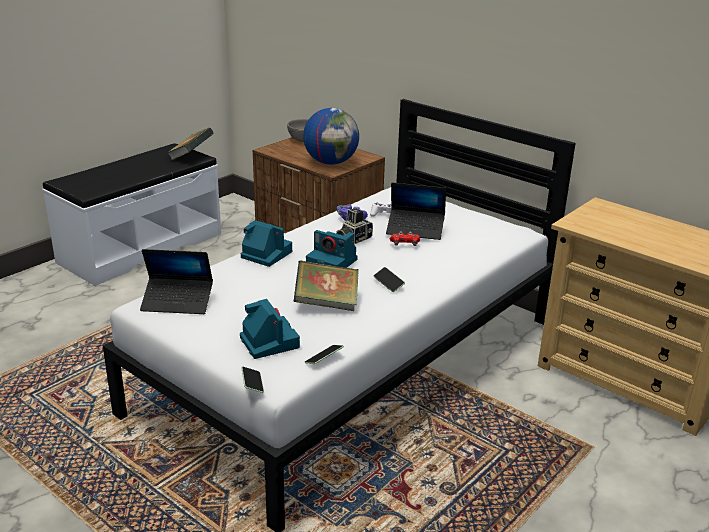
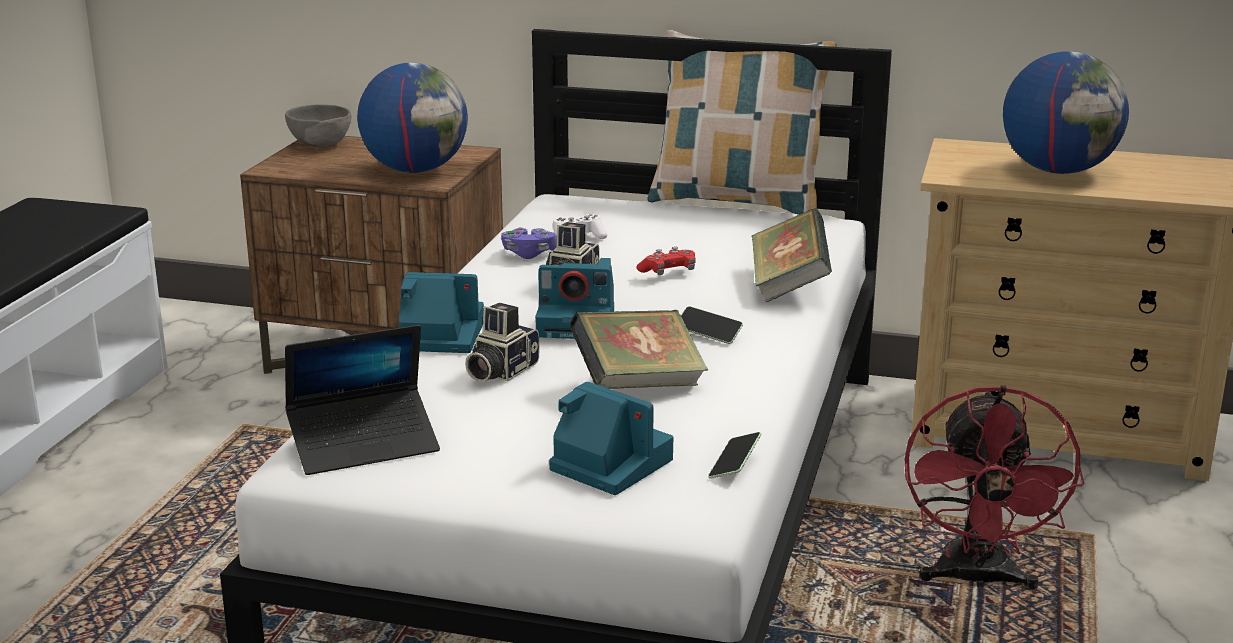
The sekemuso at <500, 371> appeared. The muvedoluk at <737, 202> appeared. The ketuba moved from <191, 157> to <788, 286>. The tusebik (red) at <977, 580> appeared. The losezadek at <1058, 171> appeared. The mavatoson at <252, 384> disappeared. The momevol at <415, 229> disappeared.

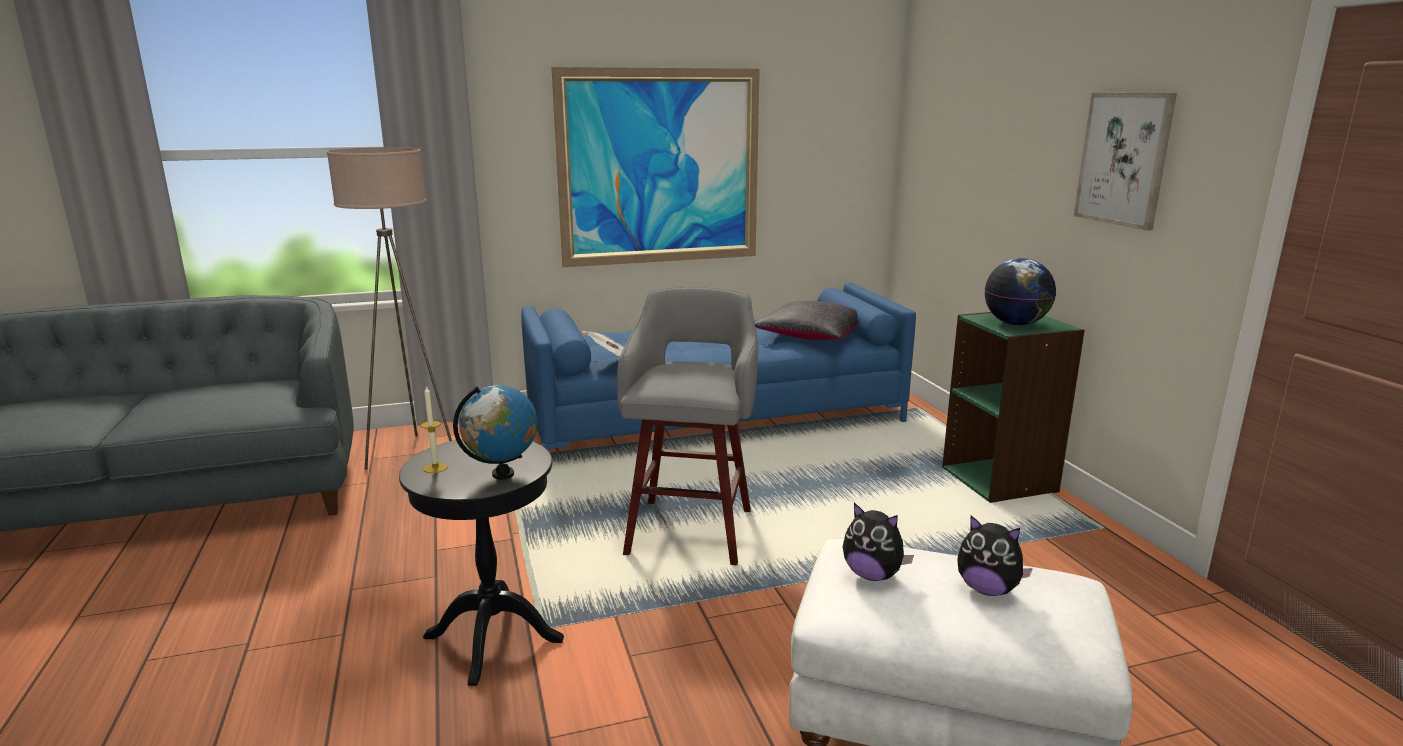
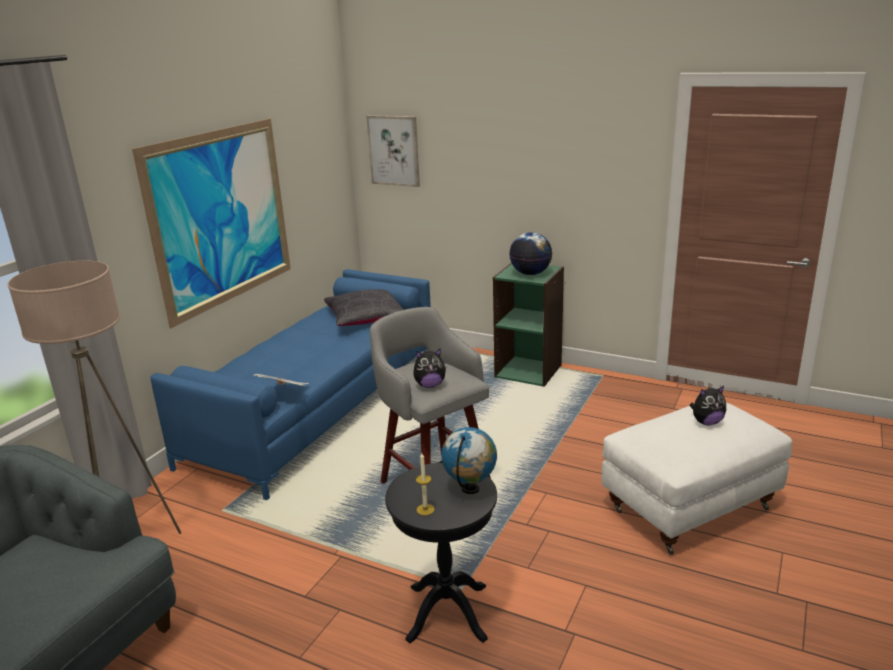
The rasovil moved from <1124, 159> to <394, 150>. The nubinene moved from <872, 575> to <430, 385>.

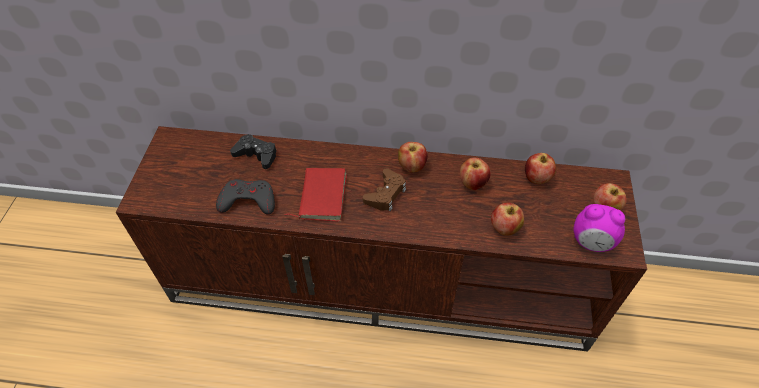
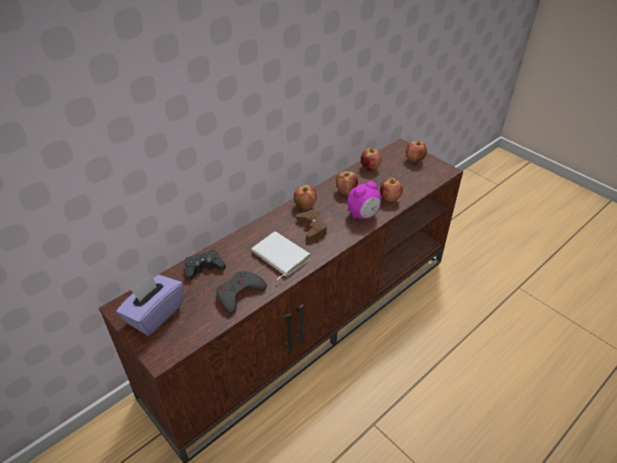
The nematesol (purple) at <154, 314> appeared. The ketuba (red) at <321, 196> became the ketuba (white) at <279, 257>. The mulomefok moved from <591, 242> to <363, 215>.

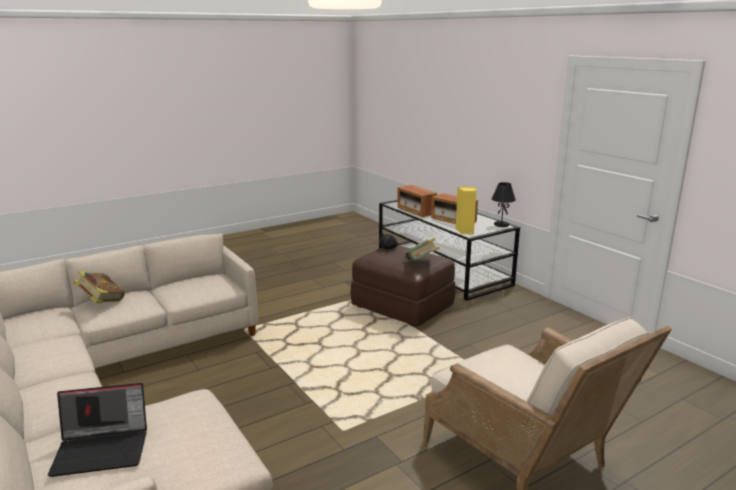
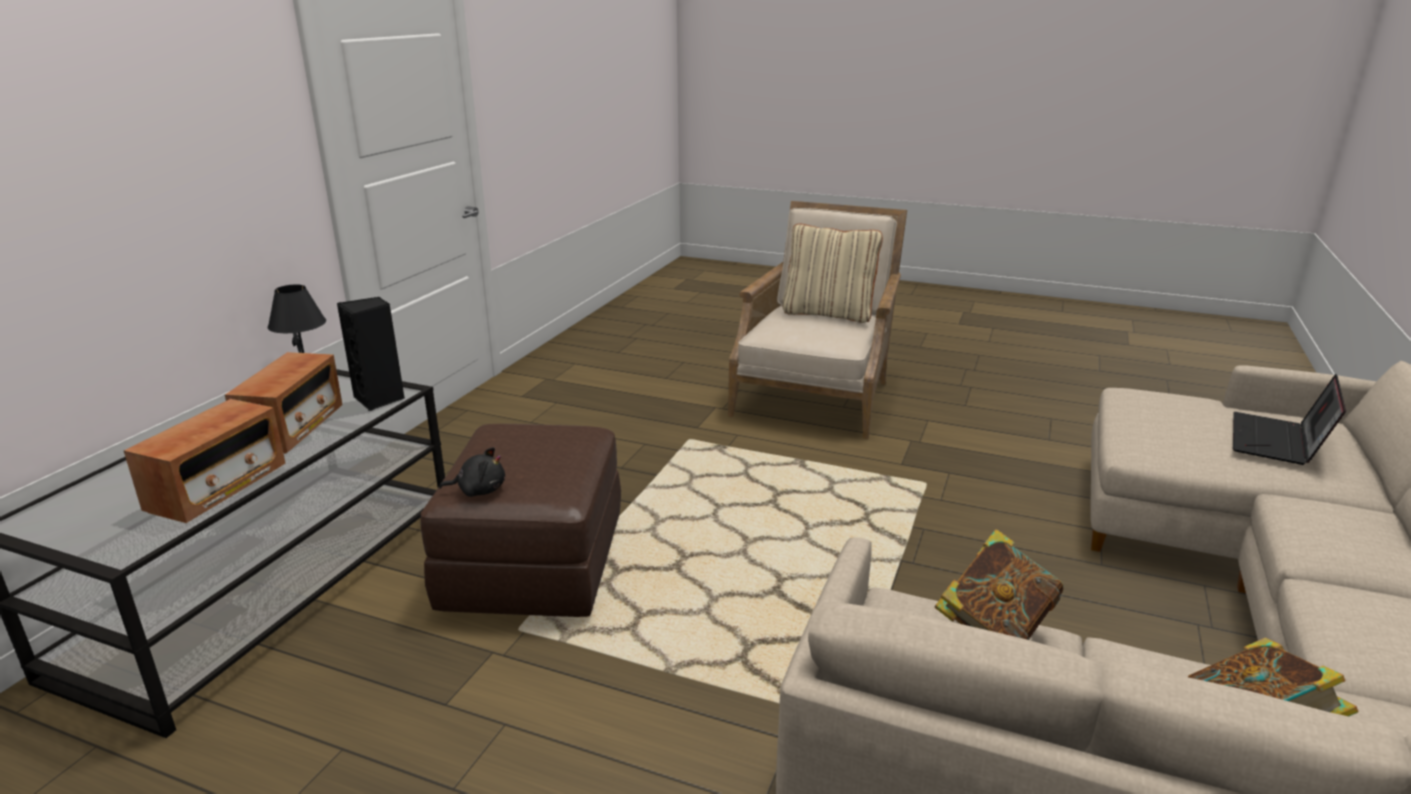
The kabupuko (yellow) at <465, 231> became the kabupuko (black) at <380, 399>. The muvedoluk (beige) at <828, 314> appeared. The ketuba moved from <421, 263> to <994, 628>. The momevol at <103, 449> turned 105 degrees counterclockwise.

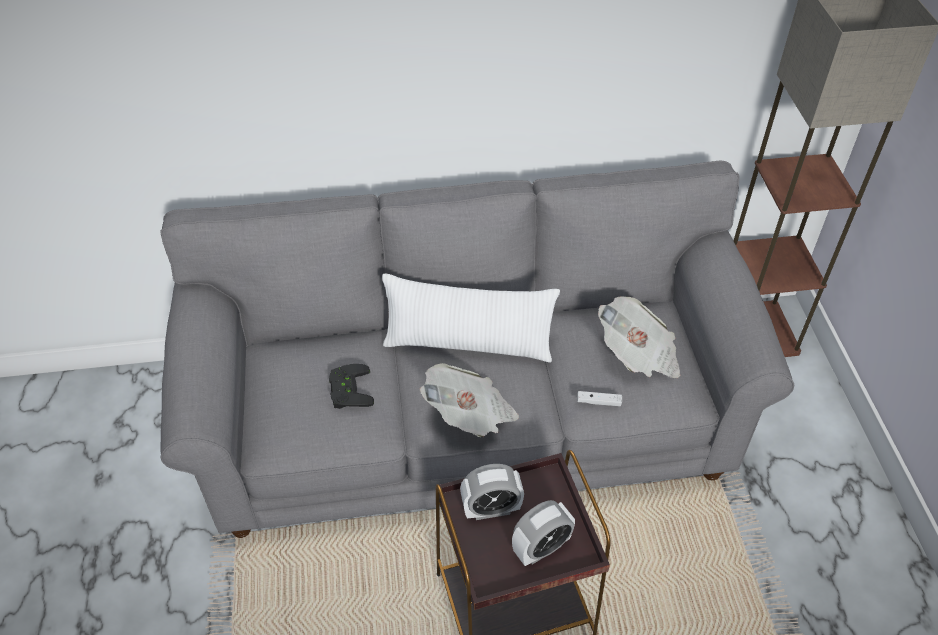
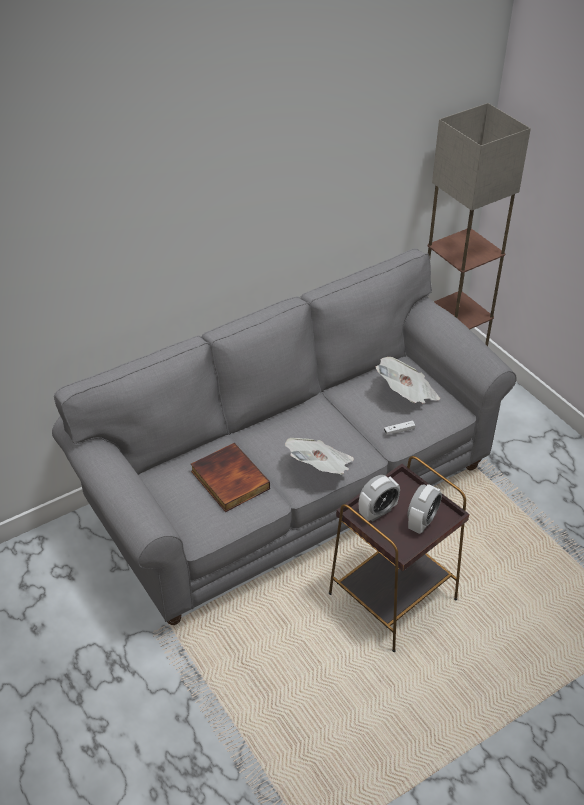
The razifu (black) at <347, 390> was replaced by the ketuba at <228, 480>. The muvedoluk (white) at <468, 344> disappeared.

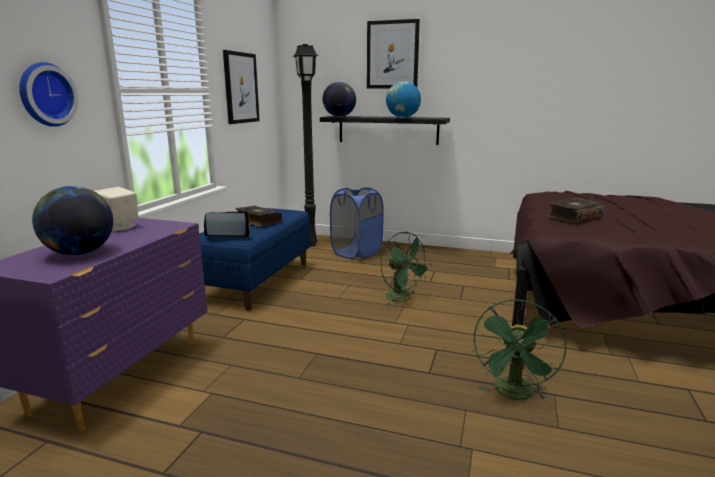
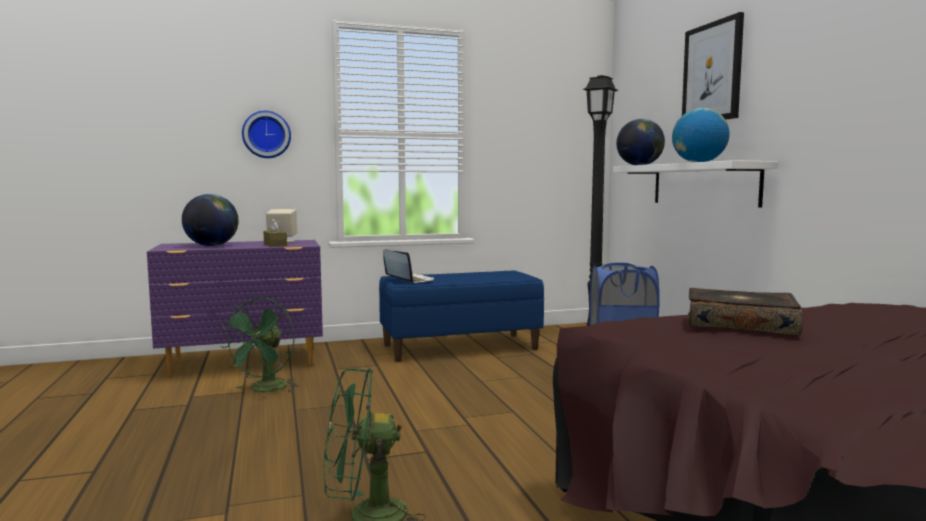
The tusebik (green) moved from <402, 298> to <265, 390>. The nematesol (brown) at <275, 245> appeared. The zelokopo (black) at <388, 130> became the zelokopo (white) at <703, 184>. The rasovil at <241, 88> disappeared. The ketuba at <258, 222> disappeared.

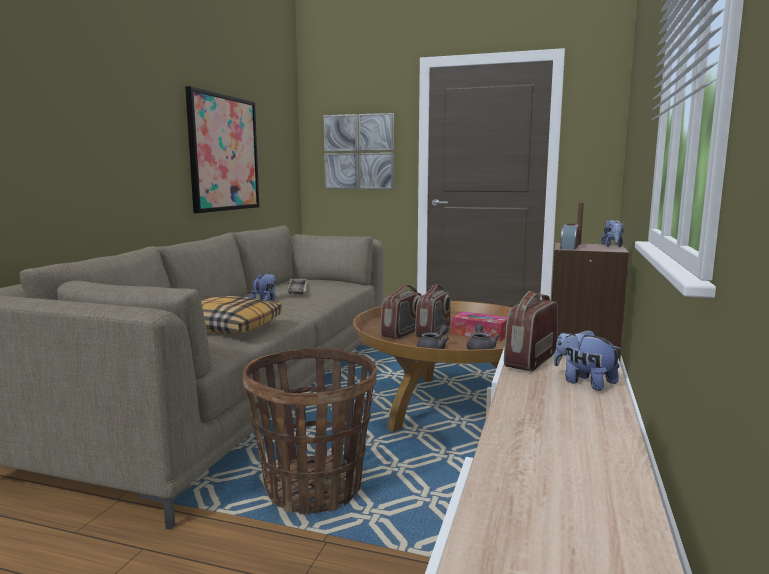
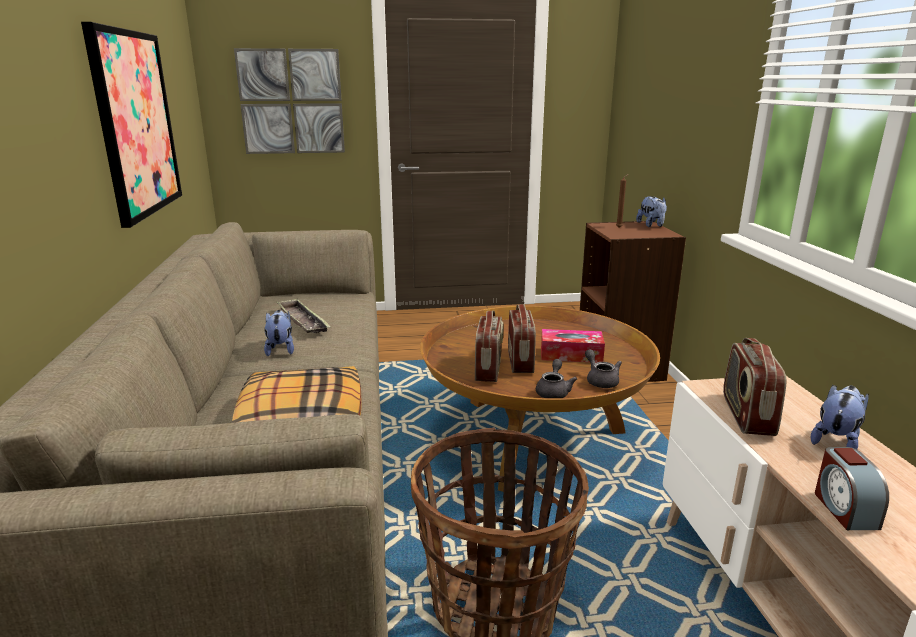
The nubinene at <584, 382> turned 105 degrees clockwise. The mulomefok moved from <569, 247> to <844, 509>.

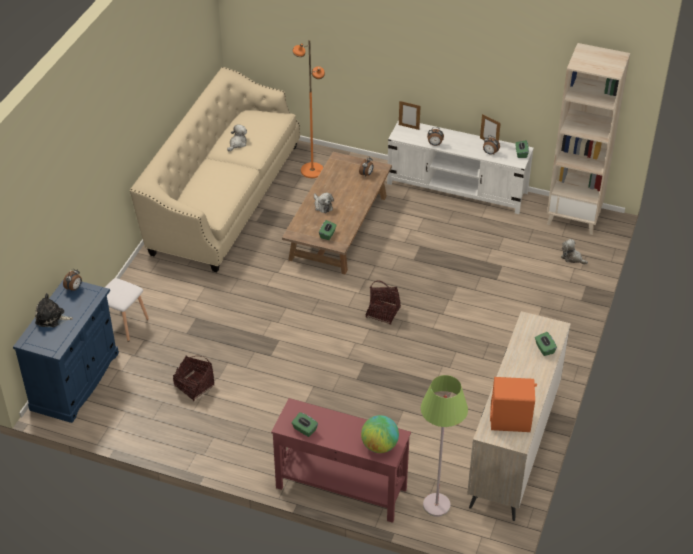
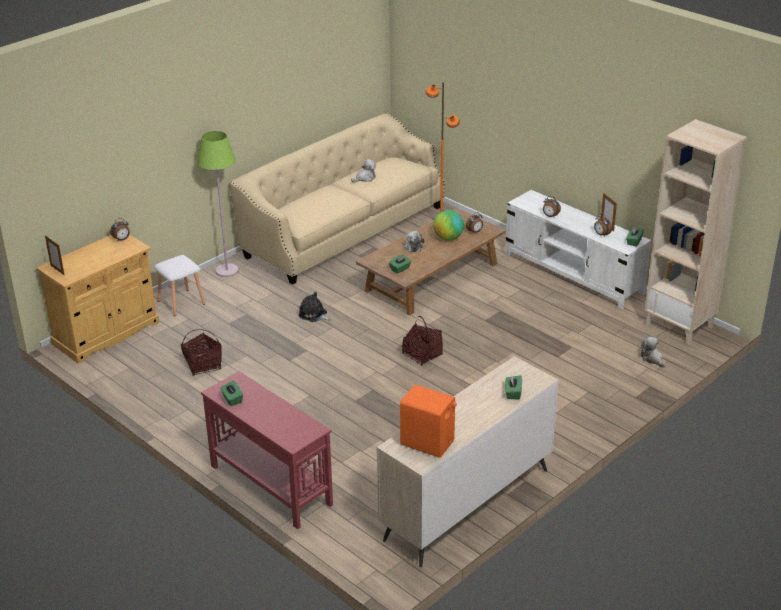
The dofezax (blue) at <75, 381> became the dofezax (beige) at <106, 333>. The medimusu moved from <409, 127> to <57, 270>. The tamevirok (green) moved from <436, 505> to <227, 271>. The nubinene moved from <52, 318> to <314, 315>. The losezadek moved from <379, 446> to <448, 238>.

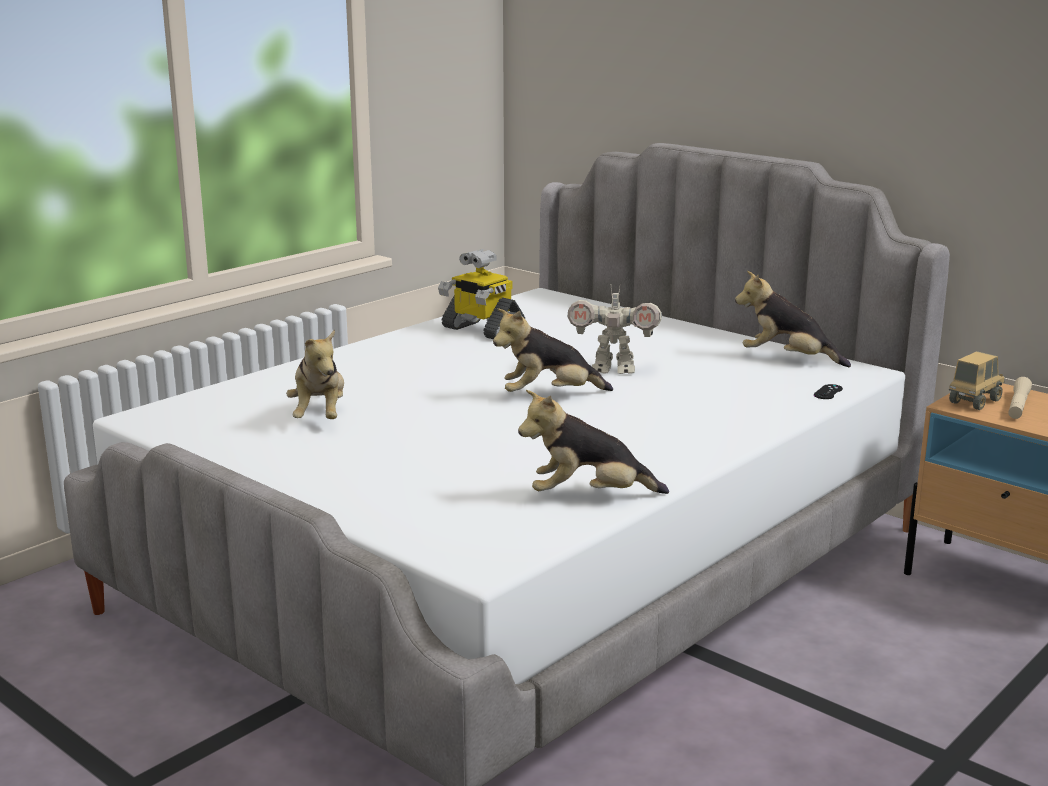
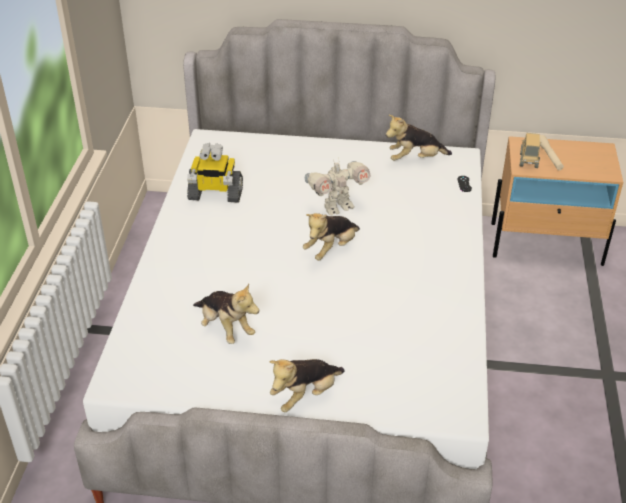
The nubinene moved from <588, 497> to <305, 395>.

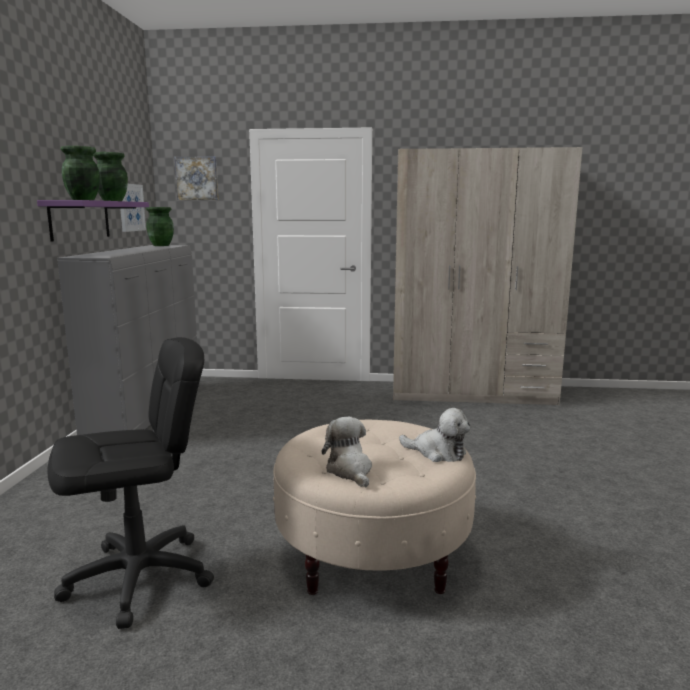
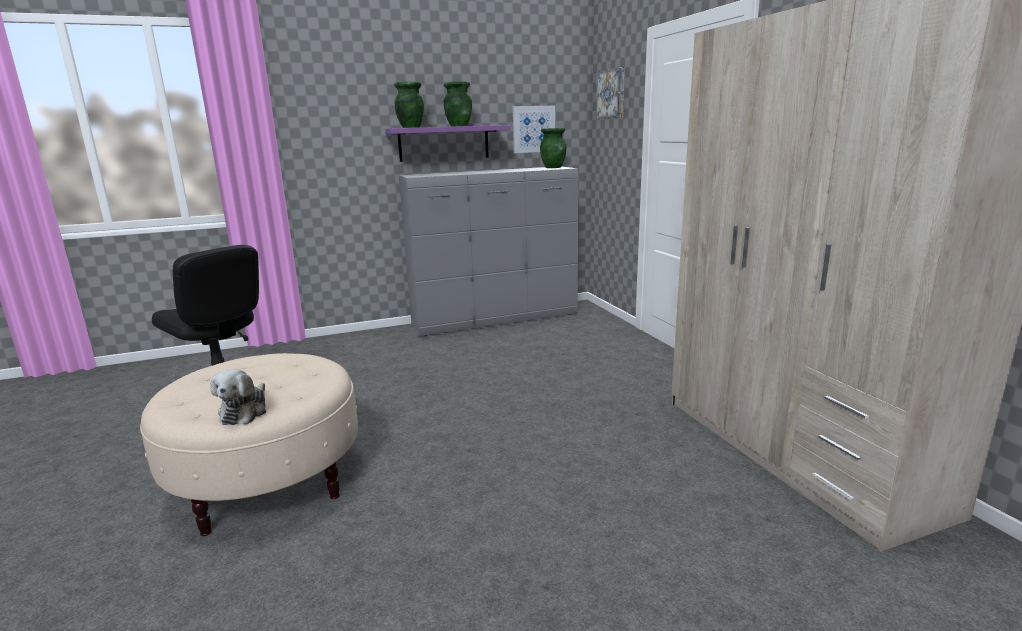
The nubinene at <350, 471> disappeared.

